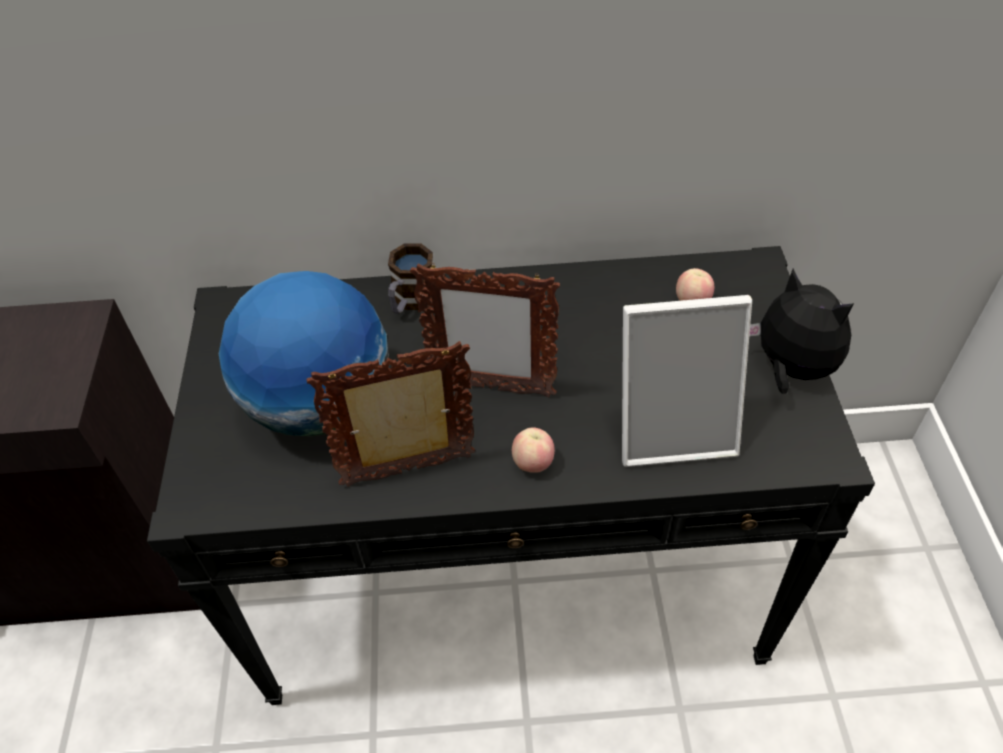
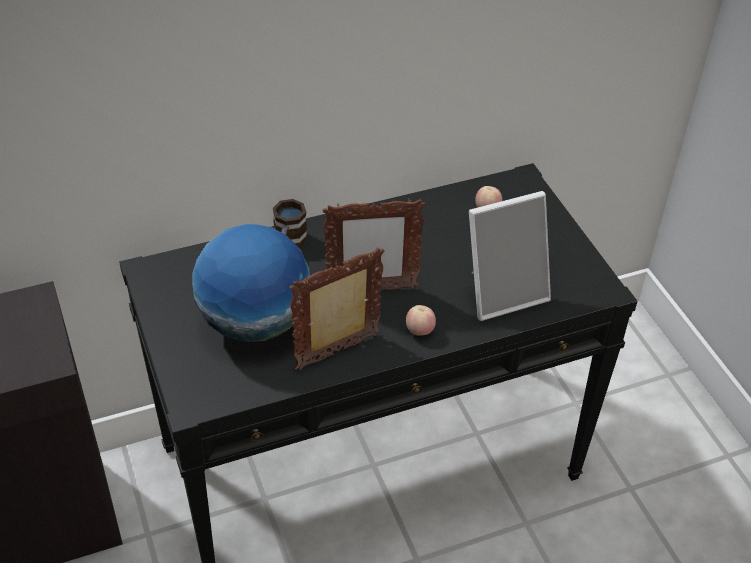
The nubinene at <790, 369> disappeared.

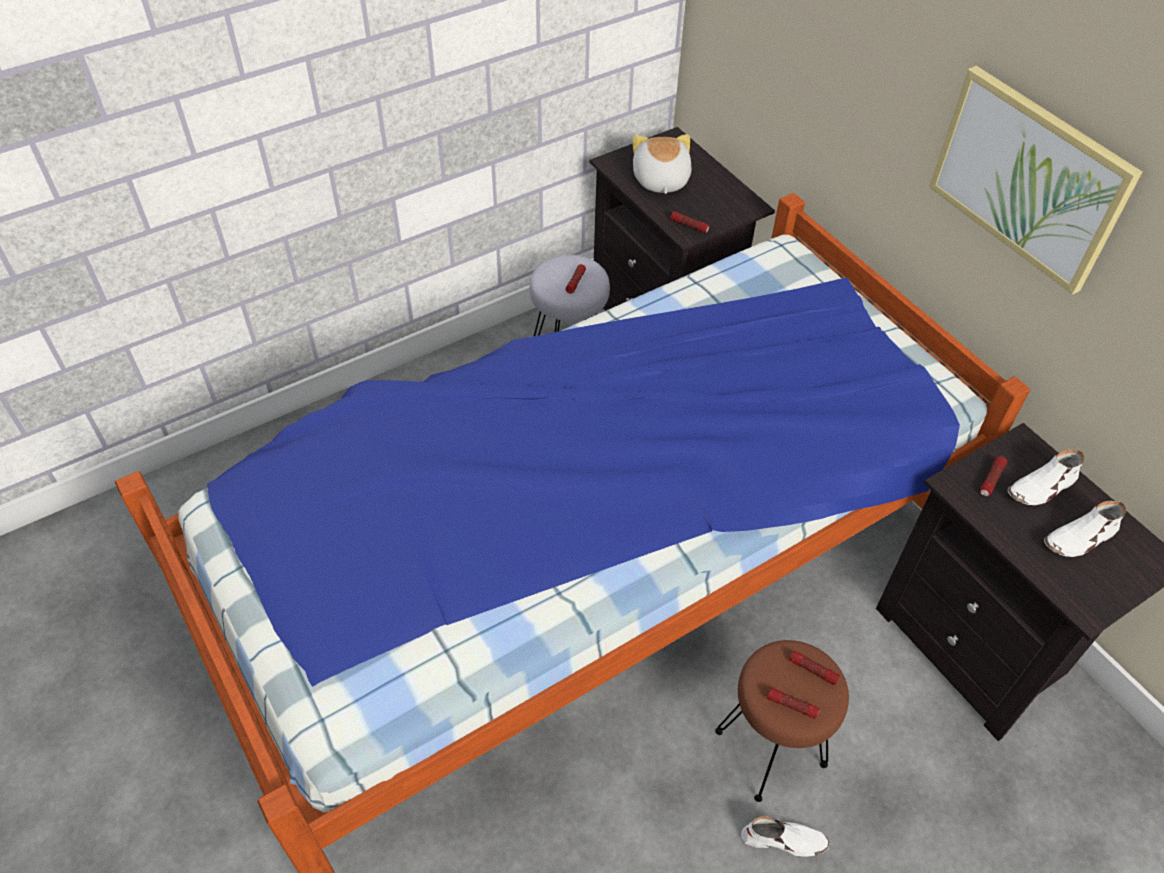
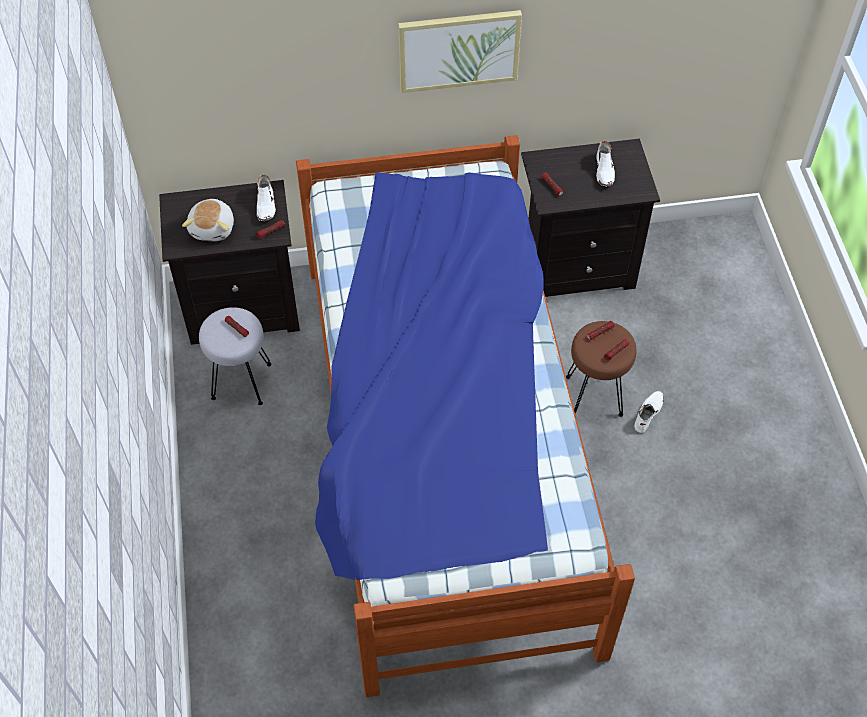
The nubinene at <660, 180> turned 105 degrees counterclockwise. The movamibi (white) moved from <1042, 487> to <266, 205>.

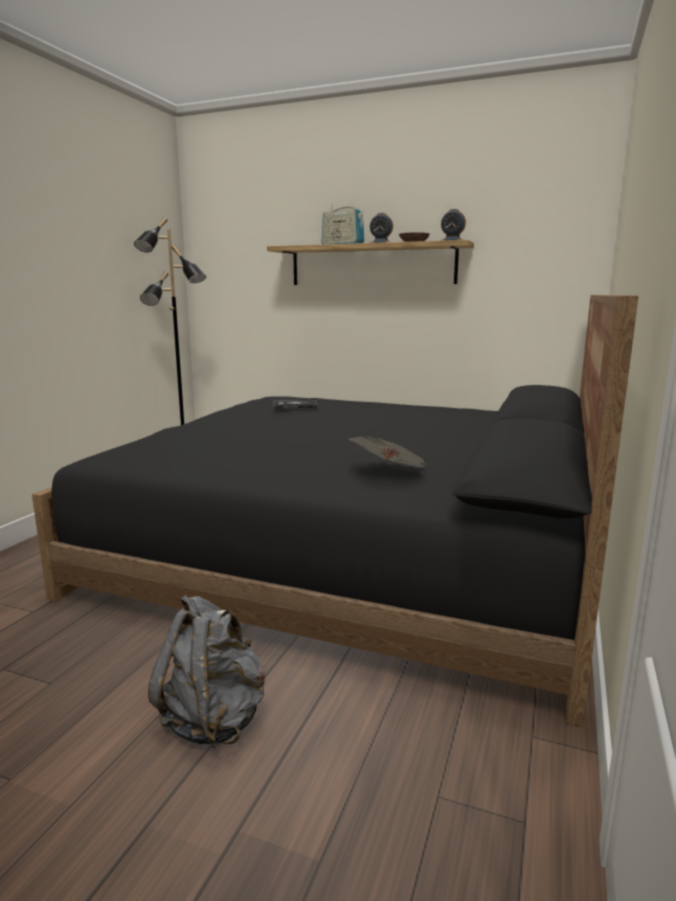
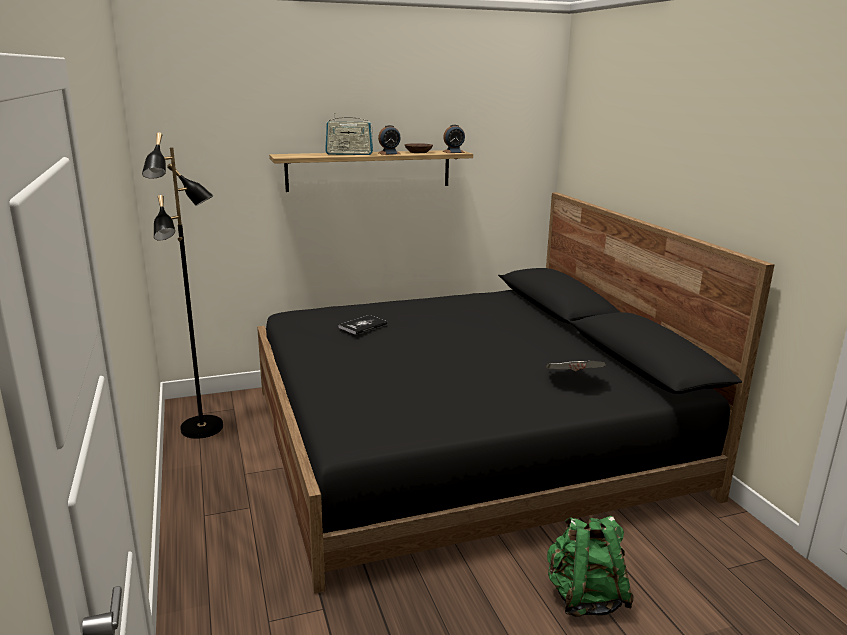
The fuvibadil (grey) at <214, 719> became the fuvibadil (green) at <585, 598>.

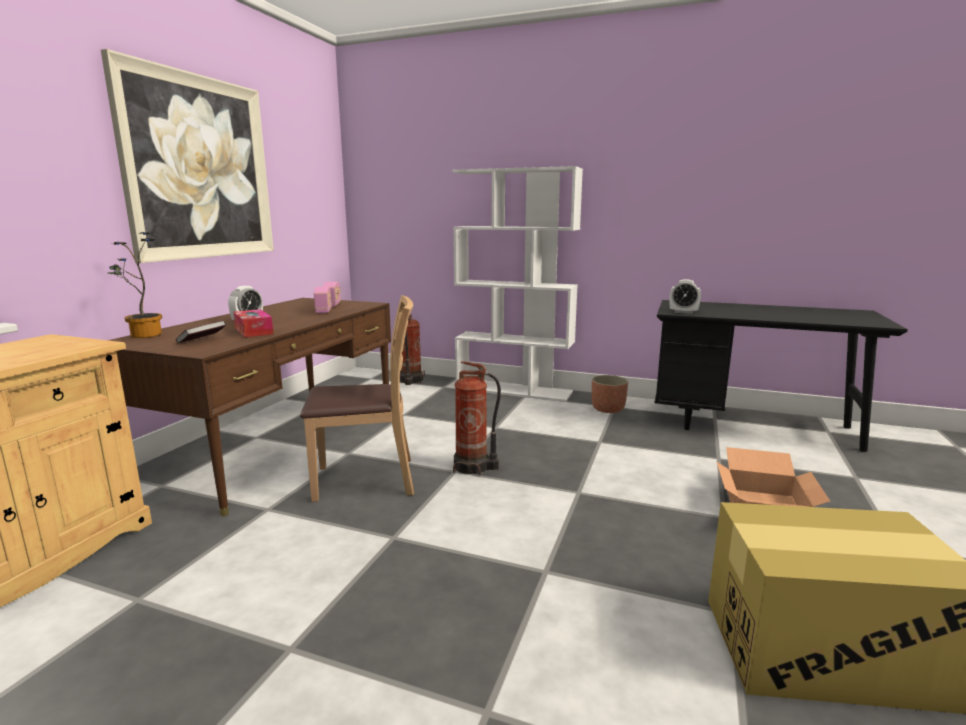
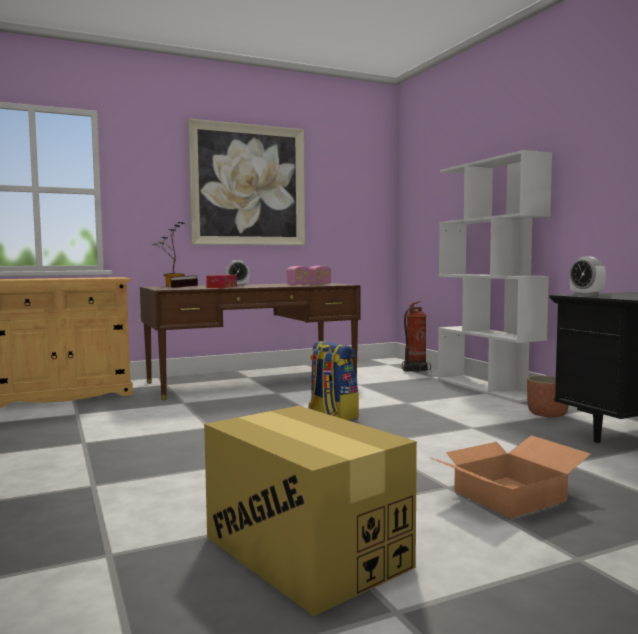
The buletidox at <473, 467> was replaced by the fuvibadil at <332, 415>. The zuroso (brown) at <366, 480> disappeared.

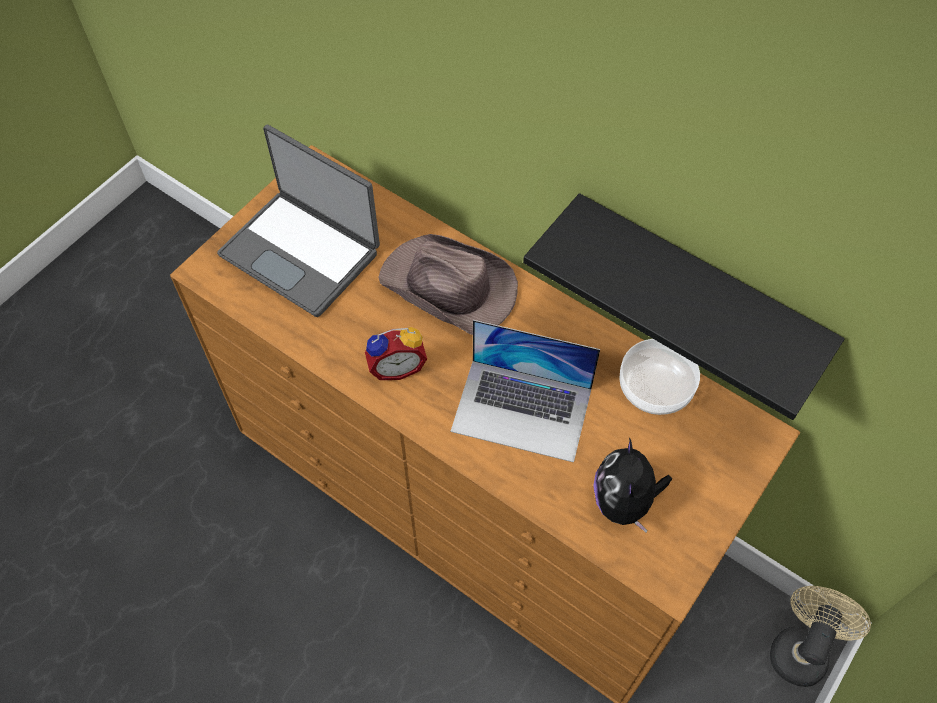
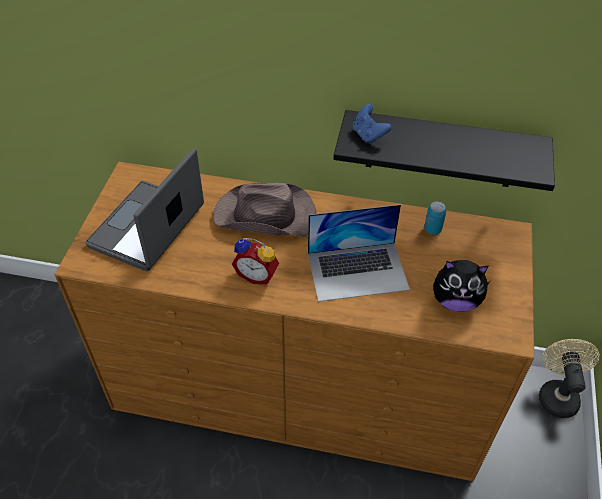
The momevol at <302, 252> turned 105 degrees clockwise. The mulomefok at <396, 366> turned 60 degrees clockwise. The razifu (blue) at <368, 135> appeared. The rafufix at <654, 388> was replaced by the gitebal at <432, 229>. The nubinene at <624, 502> turned 60 degrees counterclockwise.

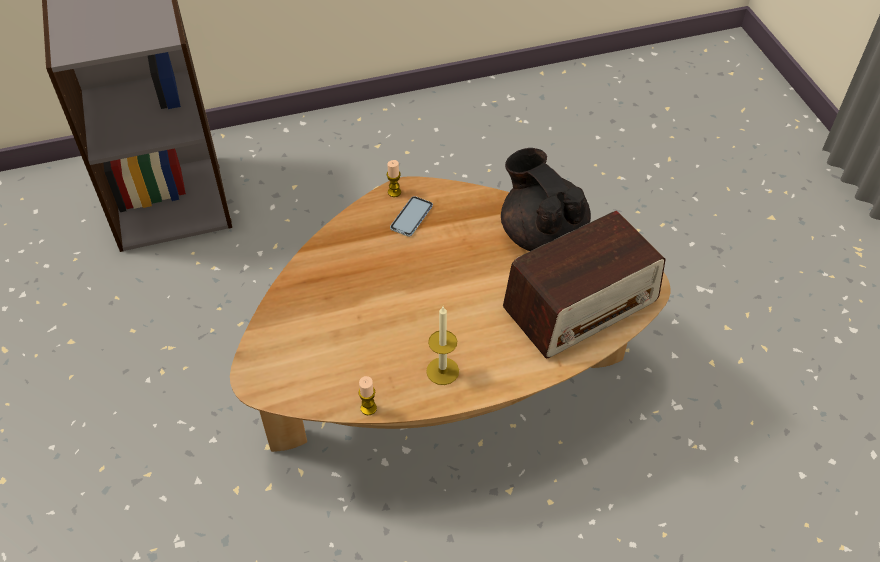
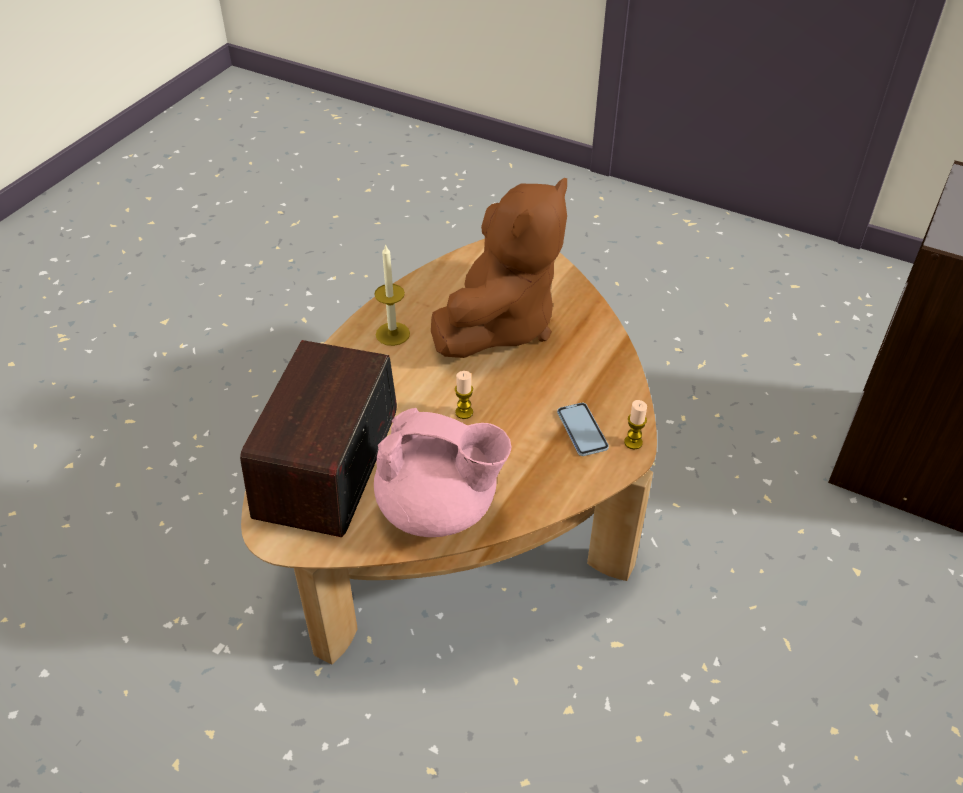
The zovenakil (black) at <541, 233> became the zovenakil (pink) at <439, 508>. The nubinene (brown) at <499, 324> appeared. The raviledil moved from <368, 408> to <464, 412>.

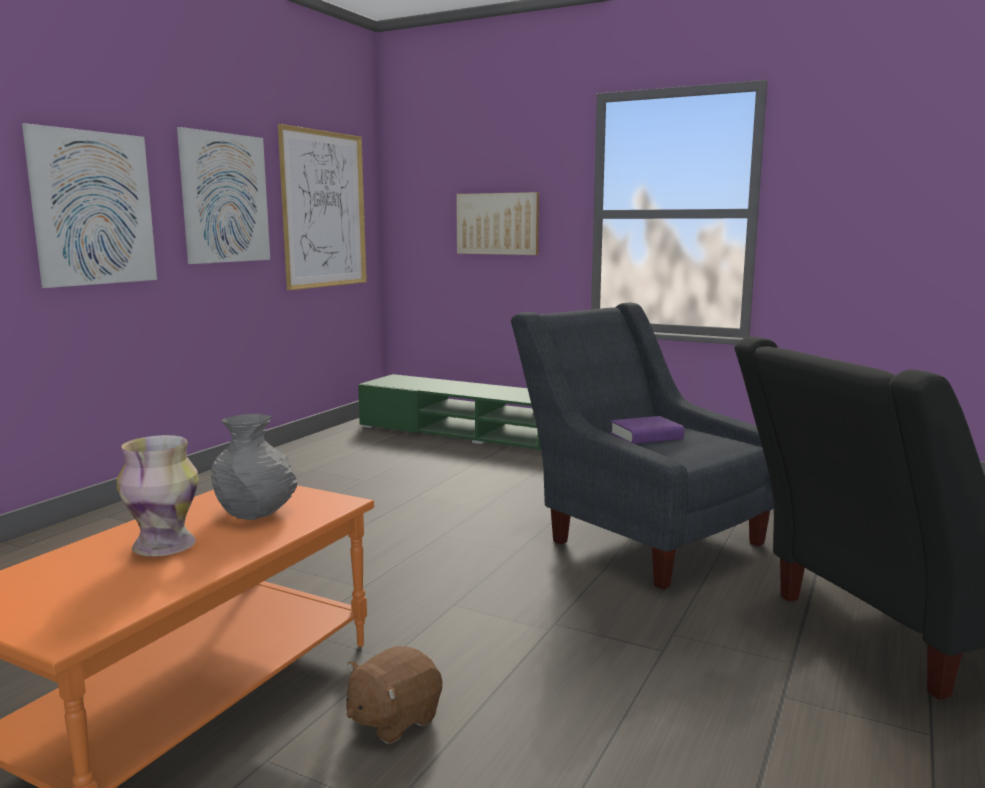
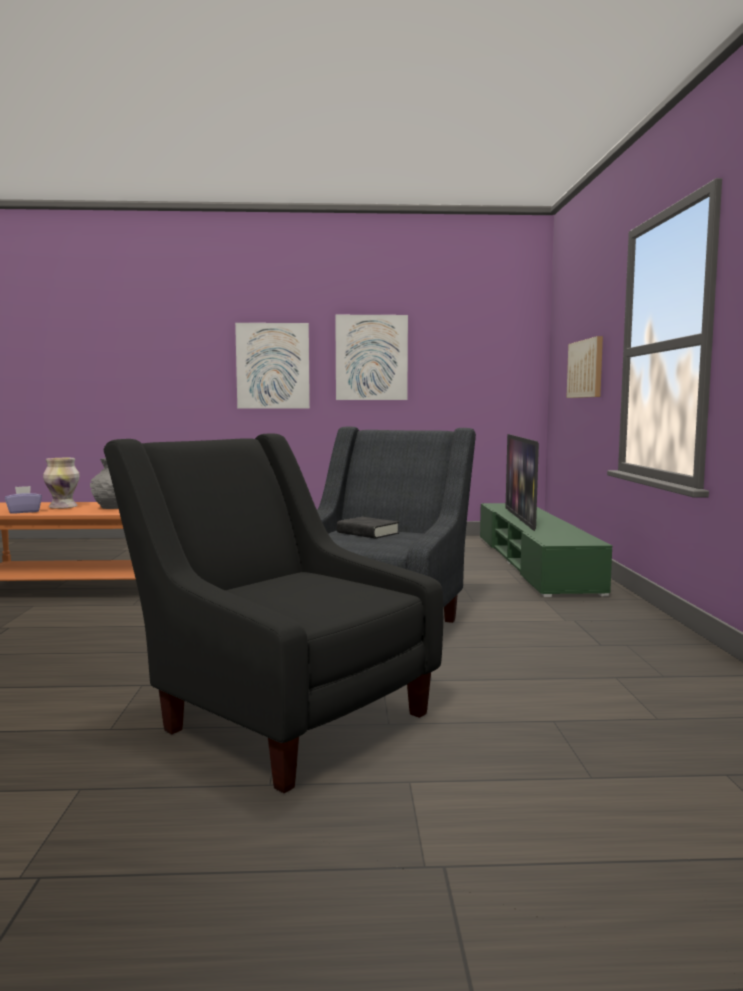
The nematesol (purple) at <24, 511> appeared. The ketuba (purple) at <646, 436> became the ketuba (black) at <367, 533>. The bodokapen at <521, 519> appeared. The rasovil at <324, 210> disappeared. The nubinene (brown) at <393, 719> disappeared.

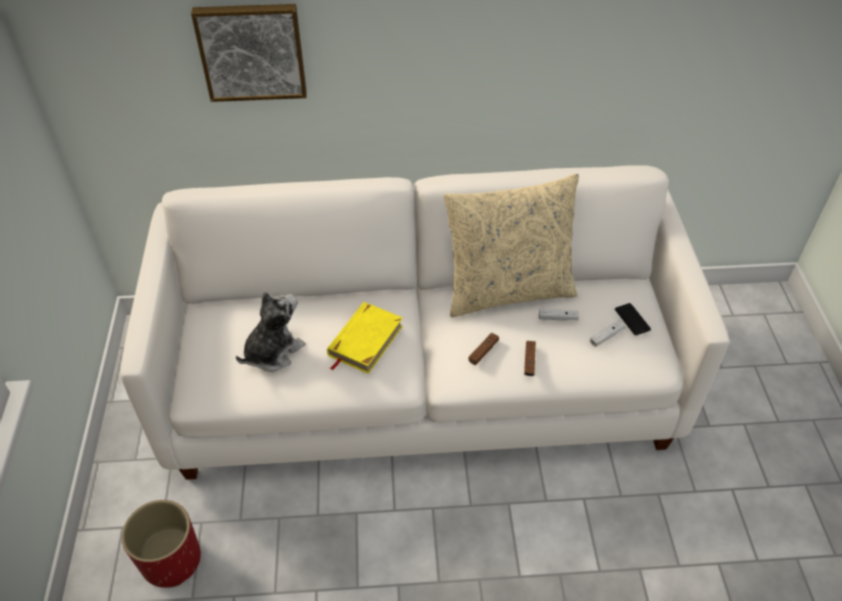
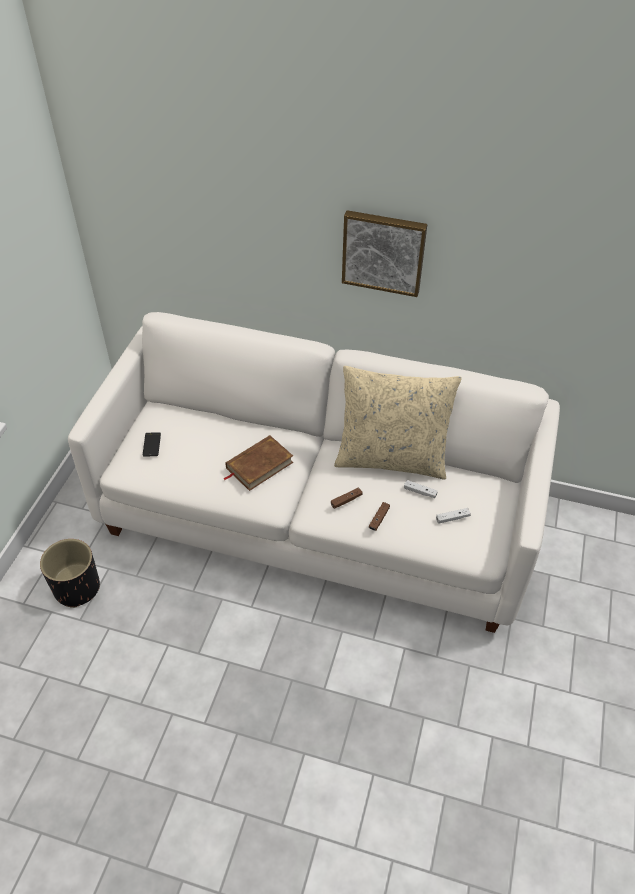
The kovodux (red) at <171, 560> became the kovodux (black) at <77, 588>. The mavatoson moved from <632, 319> to <151, 444>. The ketuba (yellow) at <365, 340> became the ketuba (brown) at <259, 465>. The rasovil moved from <252, 51> to <383, 252>. The nubinene at <273, 352> disappeared.

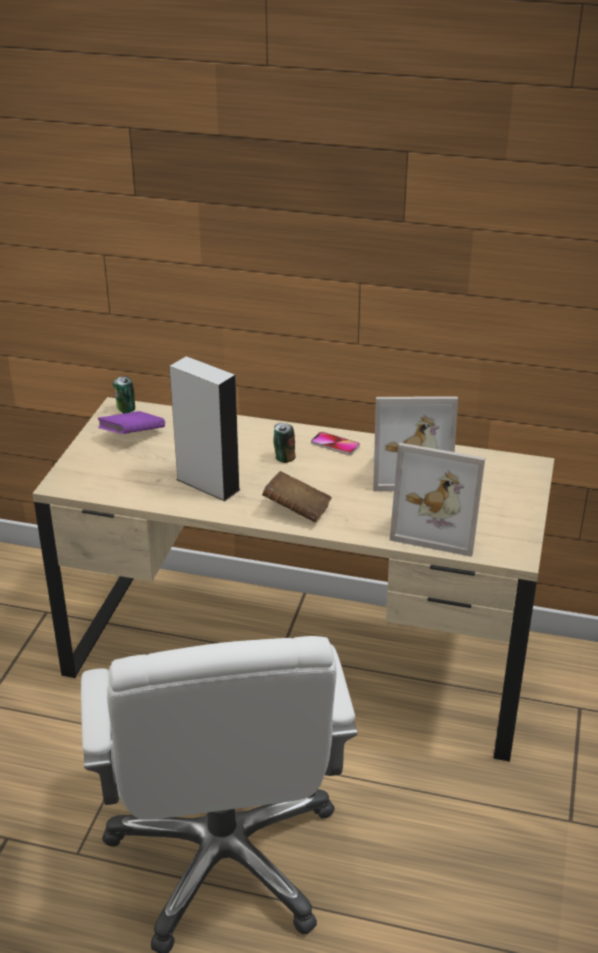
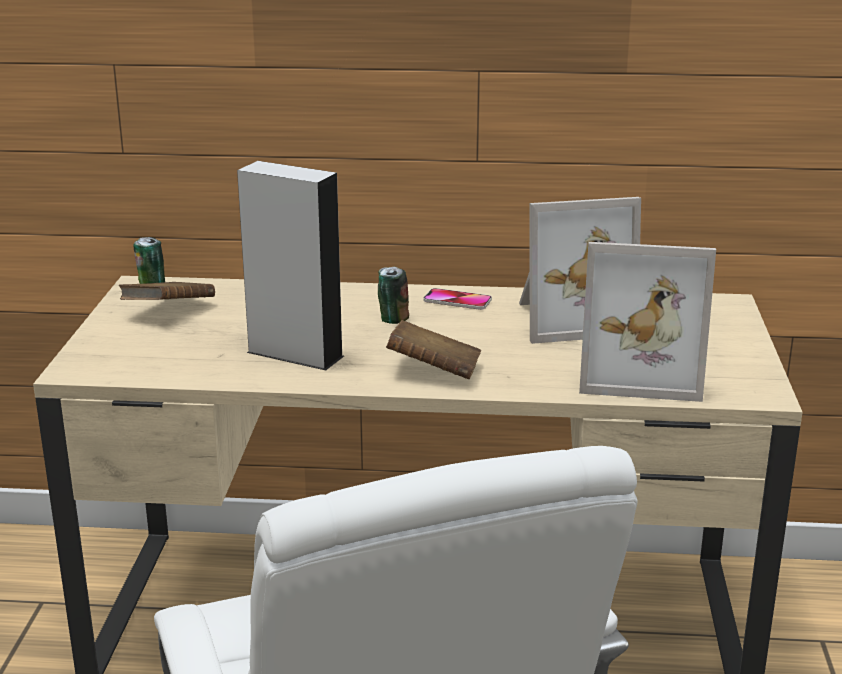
The ketuba (purple) at <132, 436> became the ketuba (brown) at <169, 312>.

